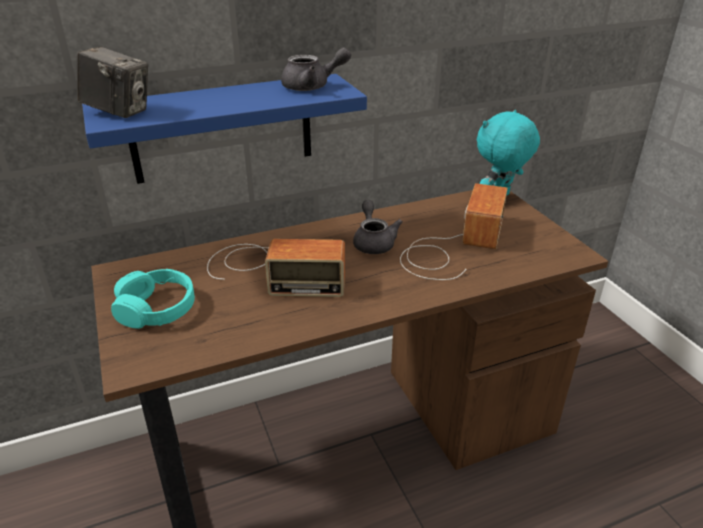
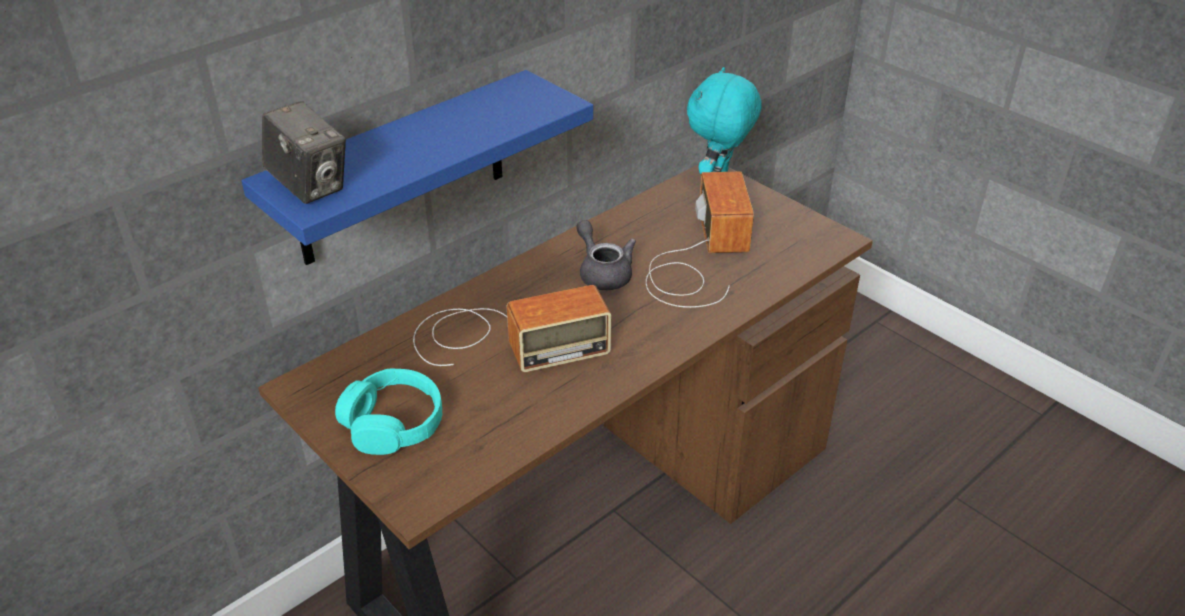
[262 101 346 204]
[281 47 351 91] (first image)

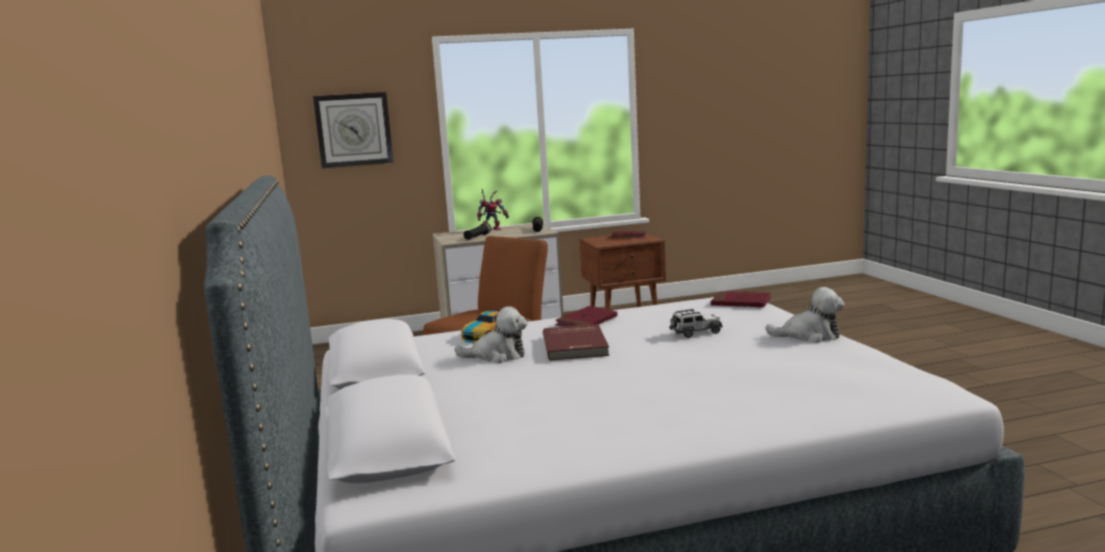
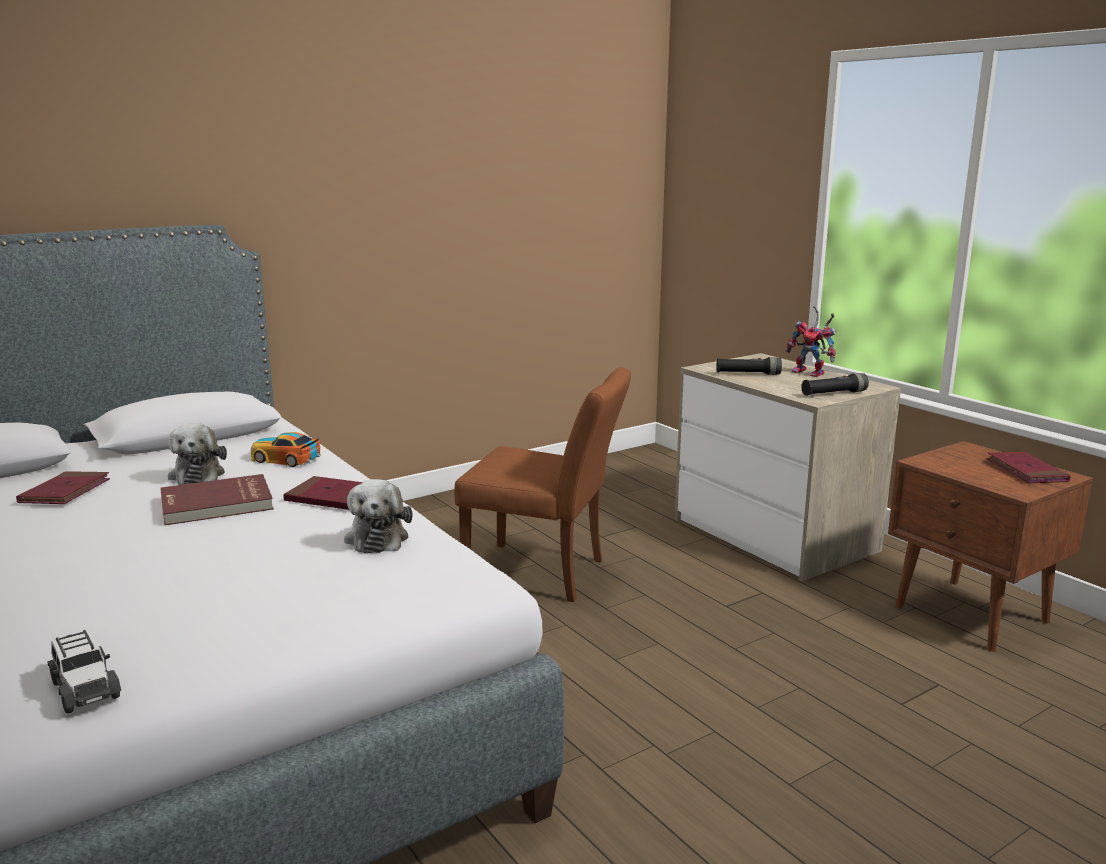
[313 92 393 168] (first image)
[48 630 121 714]
[16 471 110 504]
[344 479 413 554]

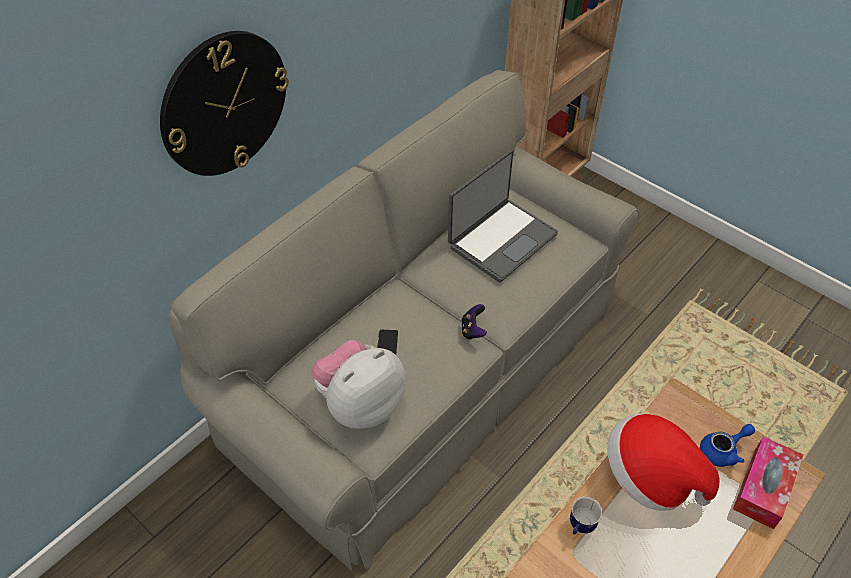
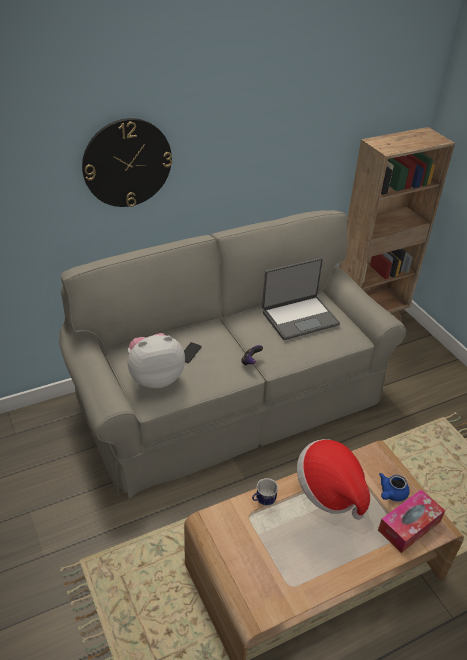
[379 473 410 501]

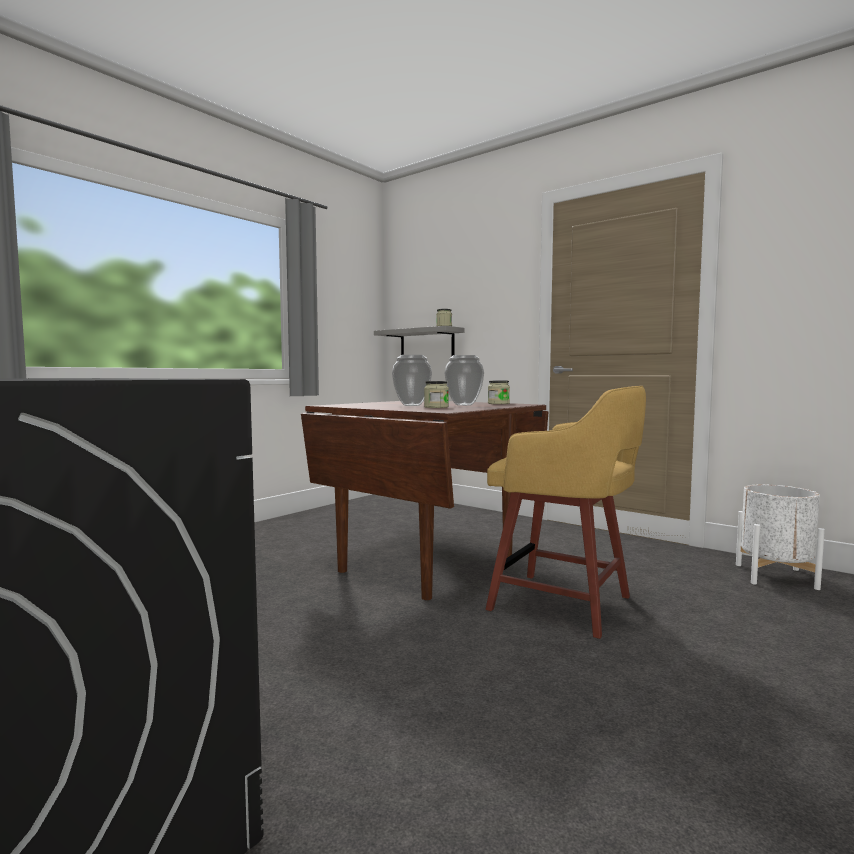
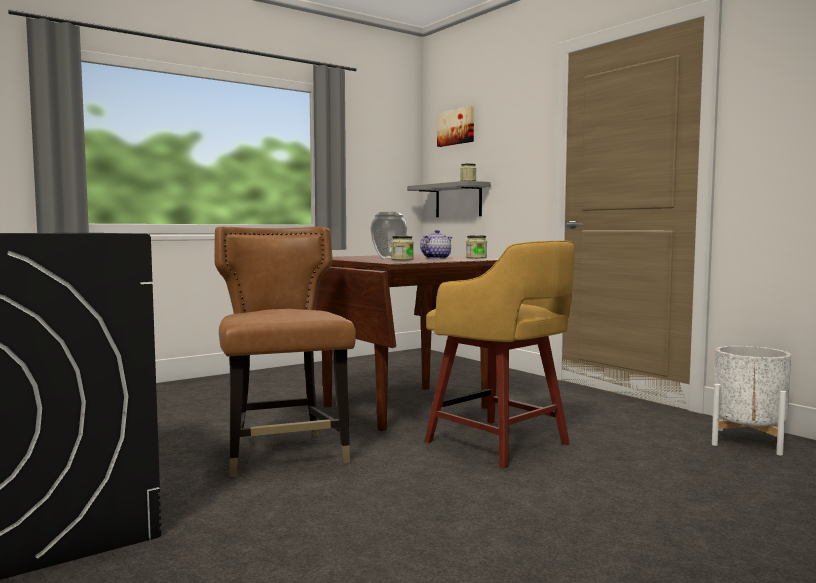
[420 230 453 259]
[214 226 356 477]
[437 106 474 147]

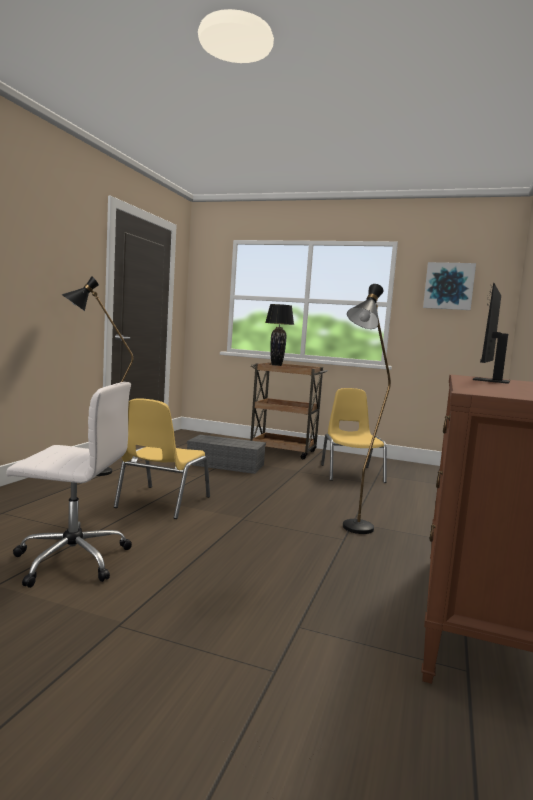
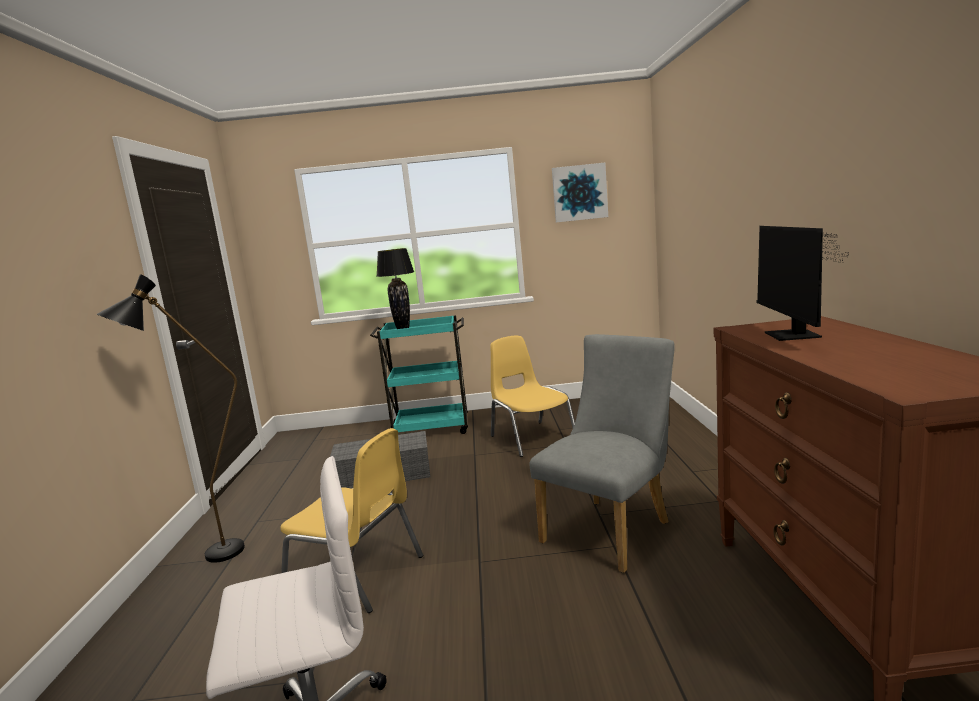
[280 428 423 613]
[370 315 468 434]
[530 334 675 573]

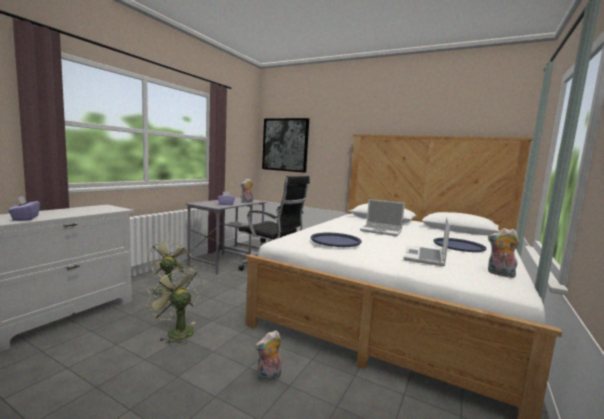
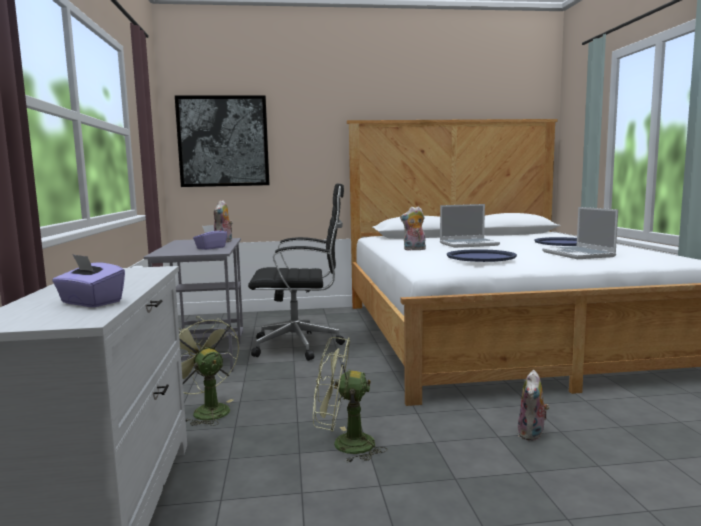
[400 206 426 250]

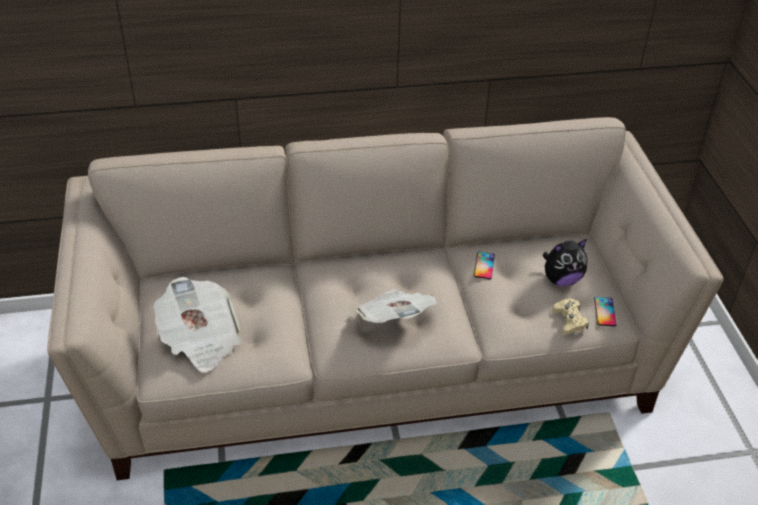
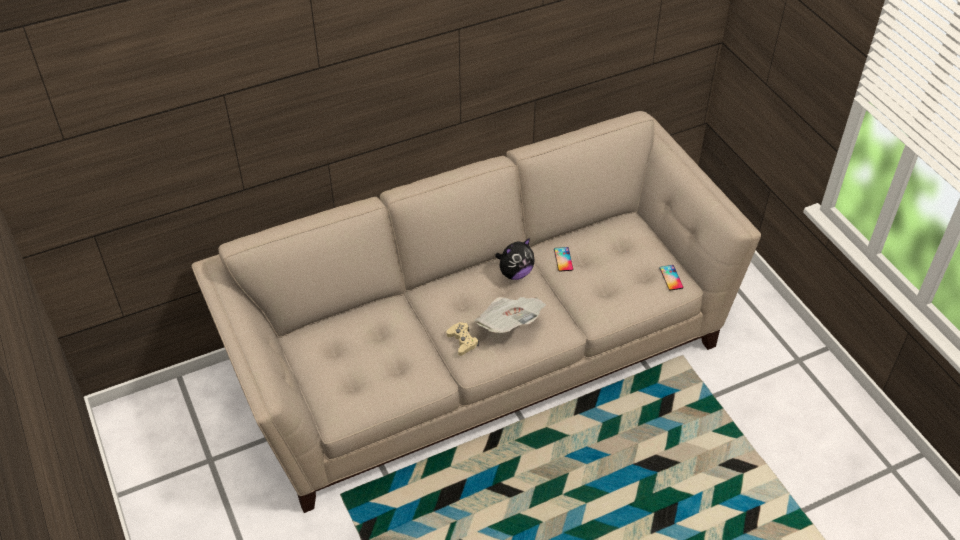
[154 277 242 372] (first image)
[495 238 535 280]
[447 322 479 356]

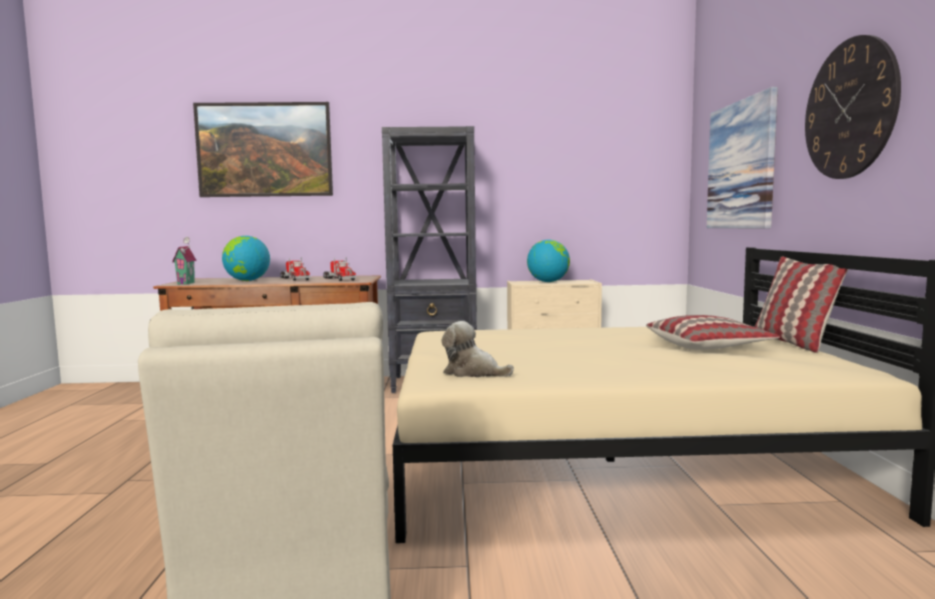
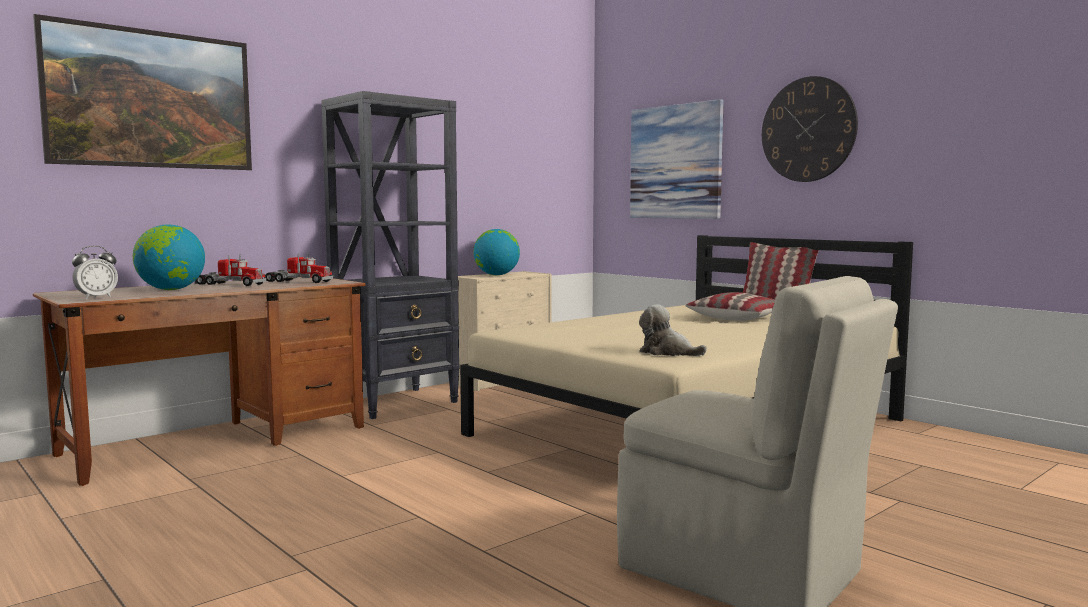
[72 246 118 299]
[639 304 707 356]

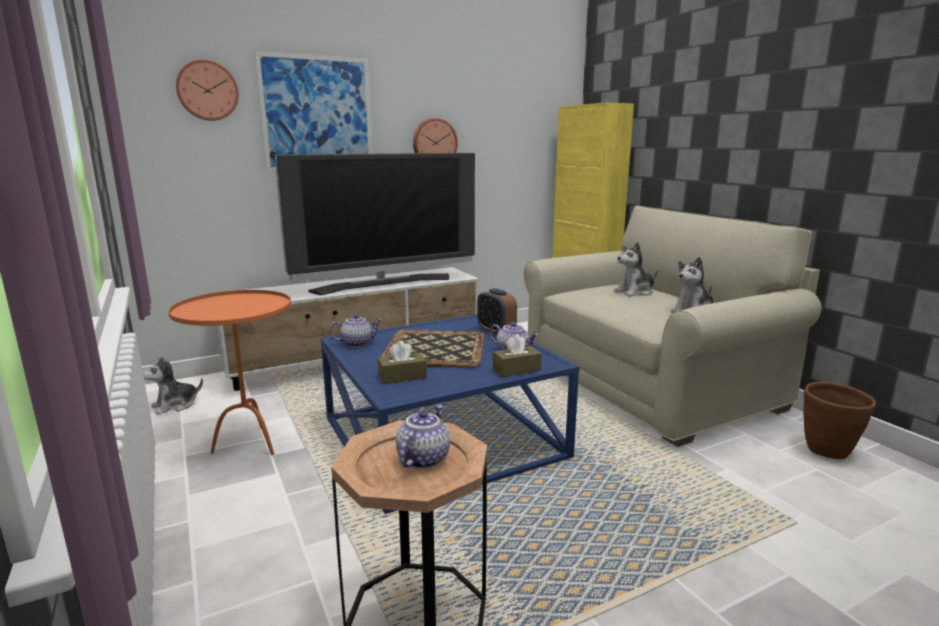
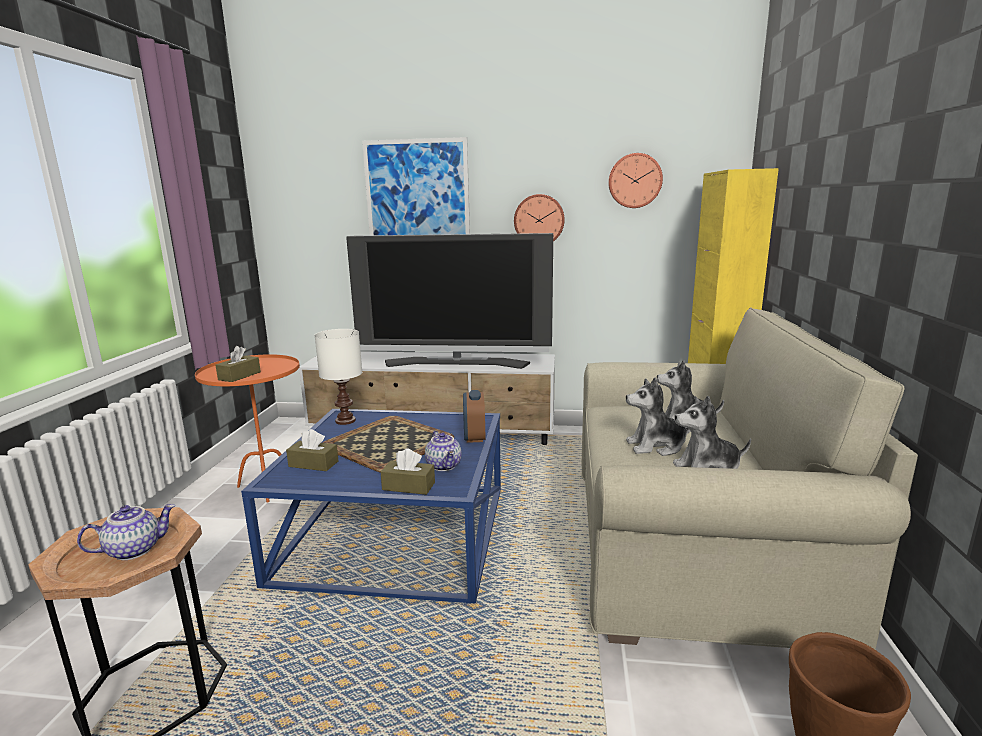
[626 377 690 456]
[608 153 663 208]
[314 329 362 425]
[216 346 261 382]

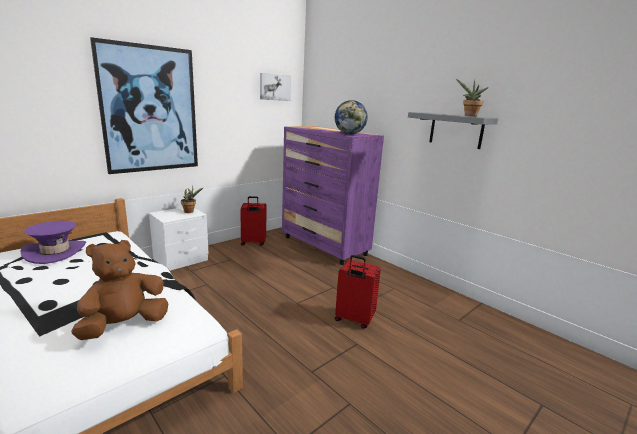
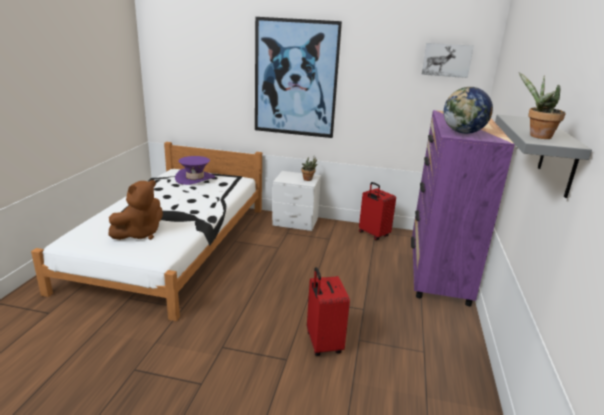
[108 180 163 240]

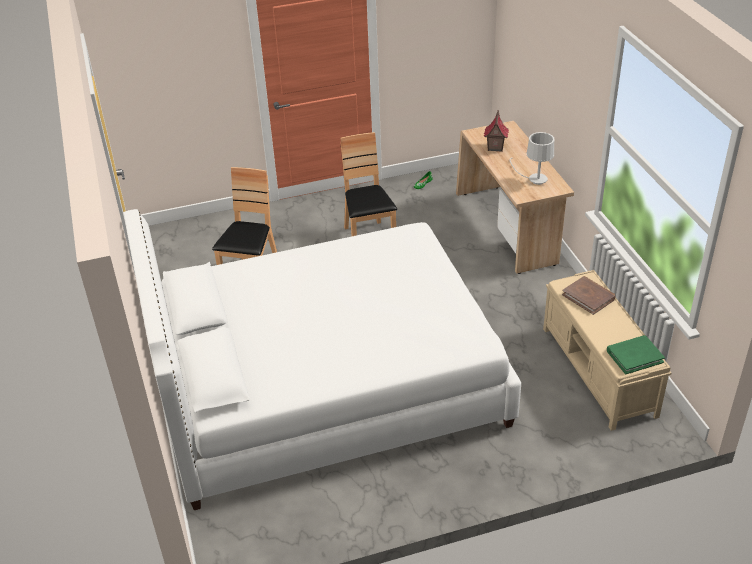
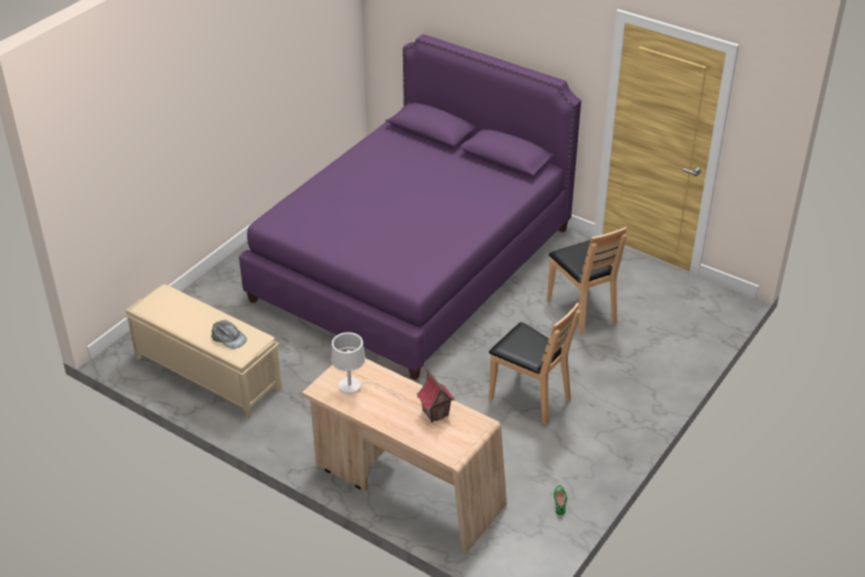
[239 34 581 380]
[212 320 247 349]
[607 335 665 374] (first image)

